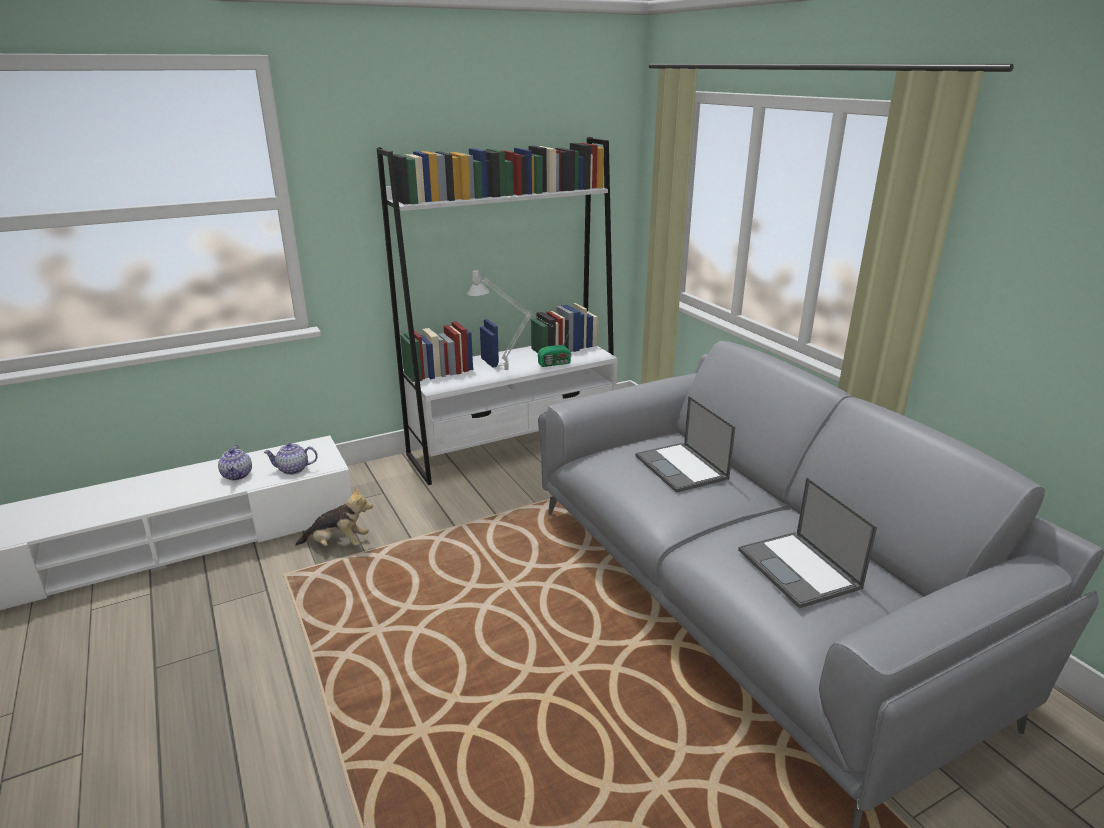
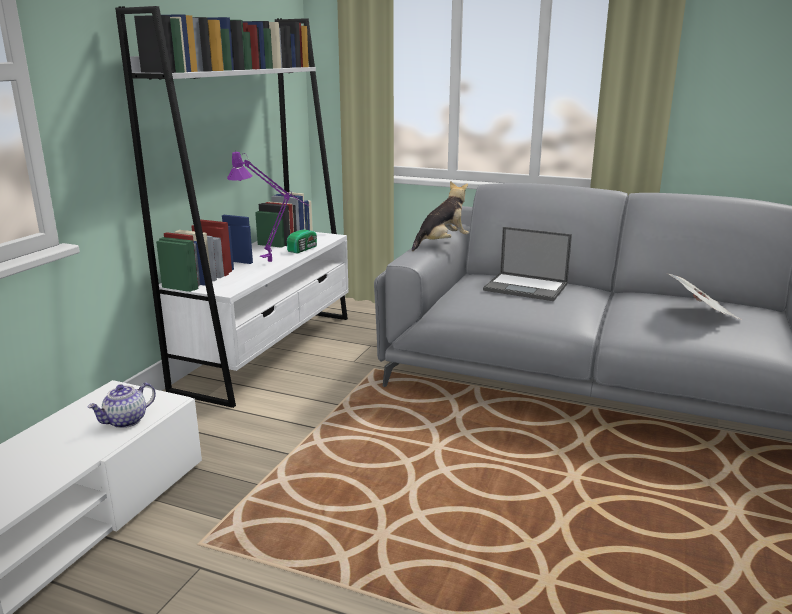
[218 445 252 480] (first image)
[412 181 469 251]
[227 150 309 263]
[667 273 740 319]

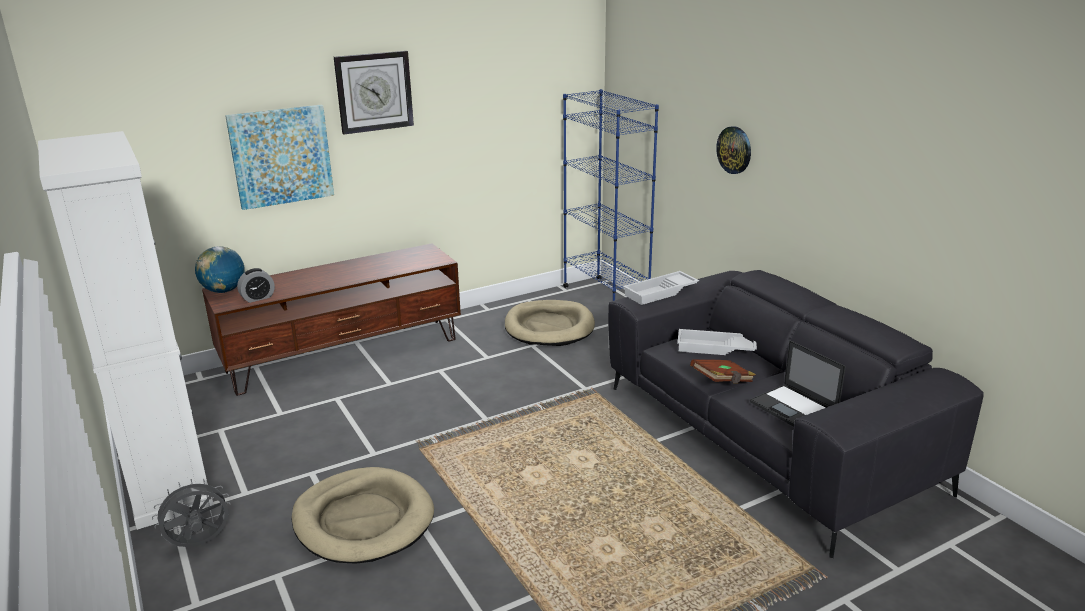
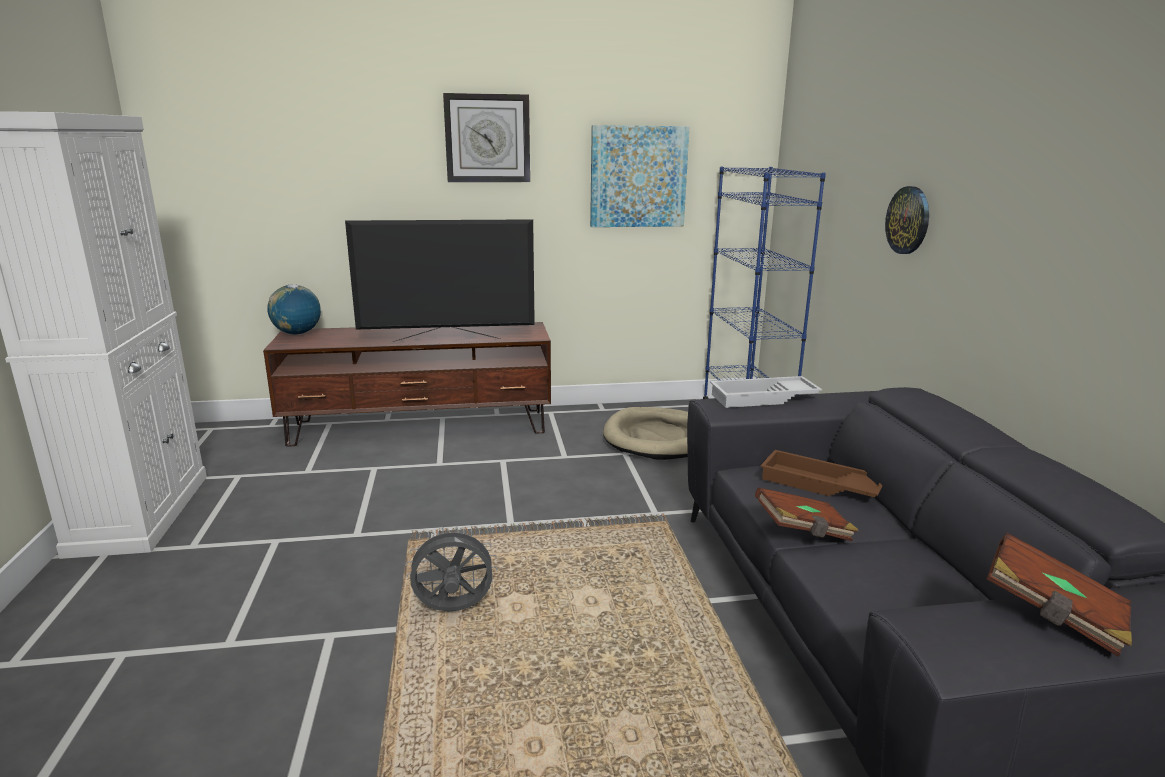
[406 526 497 612]
[590 125 689 227]
[237 268 275 303] (first image)
[291 467 434 564] (first image)
[760 450 883 497]
[750 340 846 427] (first image)
[345 219 535 342]
[987 533 1132 657]

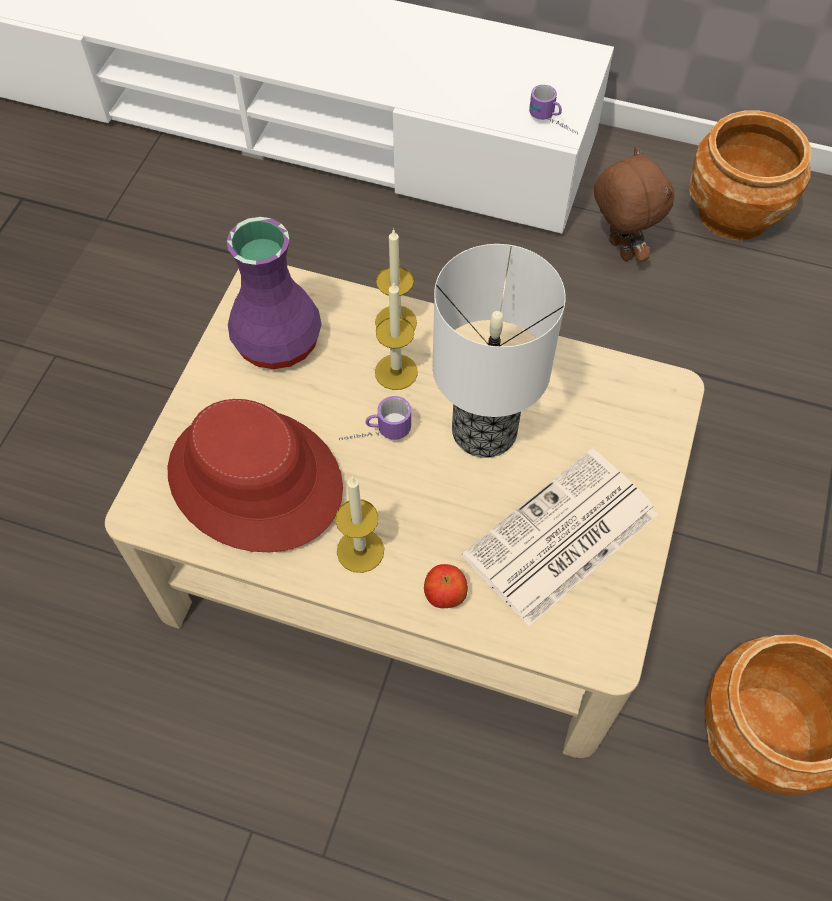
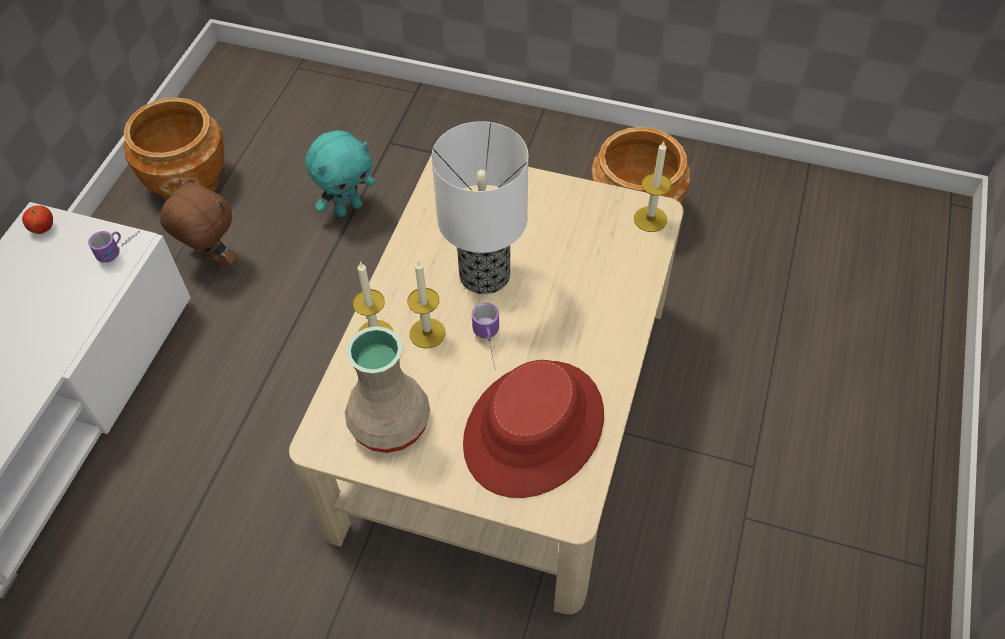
[345 326 430 453]
[634 142 671 232]
[22 205 53 234]
[462 449 658 626] (first image)
[160 178 237 268]
[305 130 375 217]

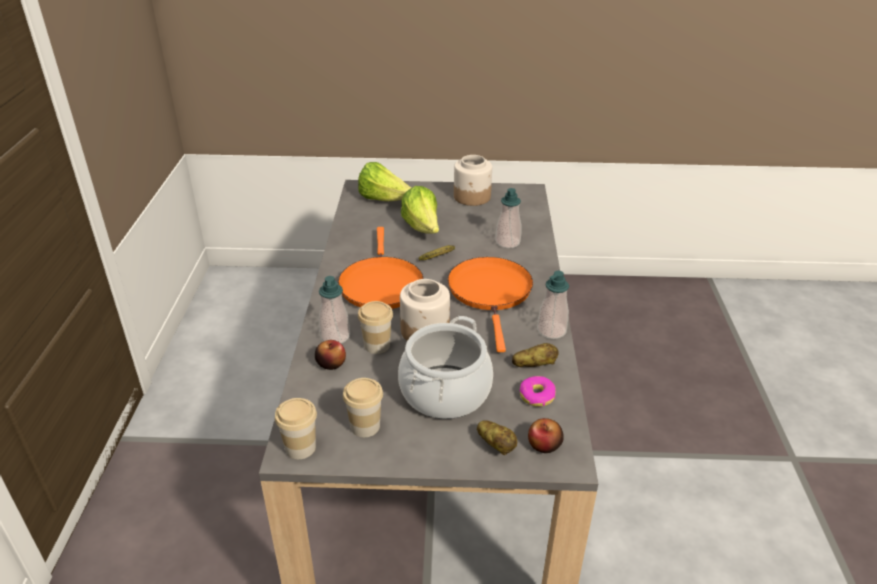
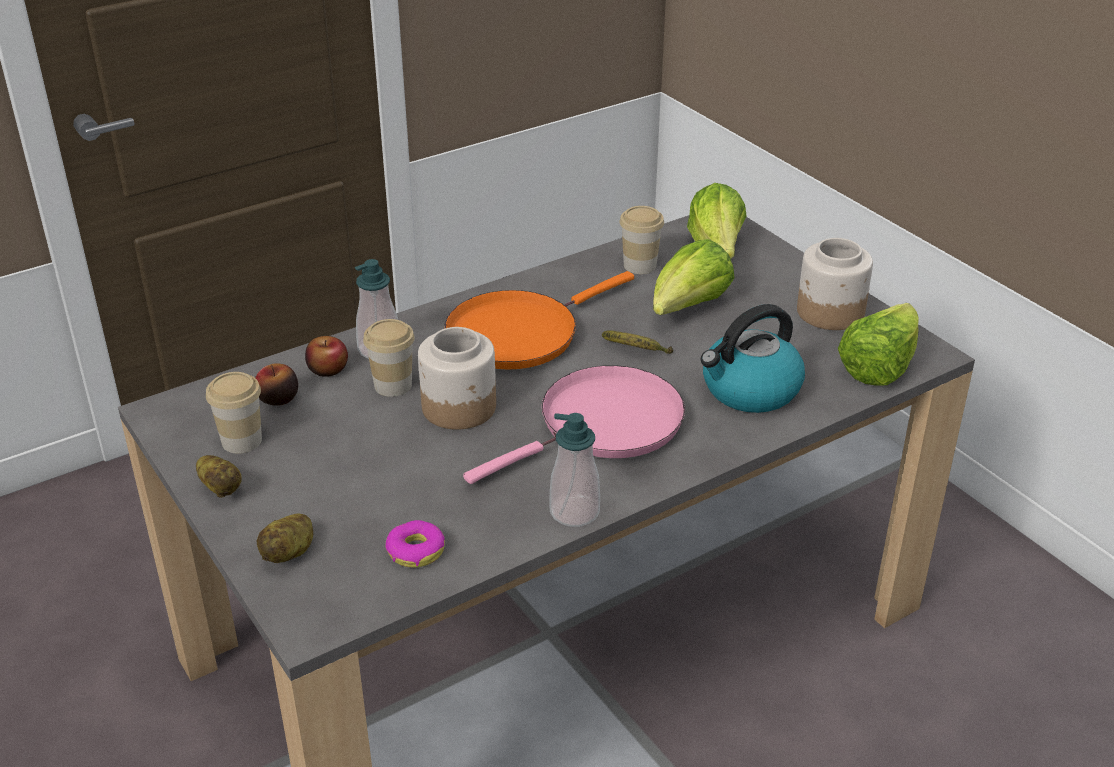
[619 206 664 274]
[398 316 493 419] (first image)
[463 365 685 484]
[701 304 805 413]
[196 455 242 498]
[255 363 298 406]
[838 303 919 386]

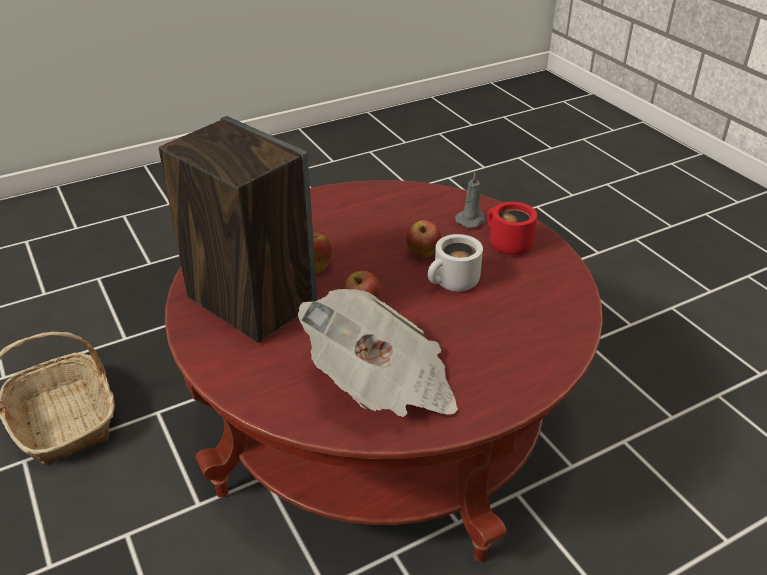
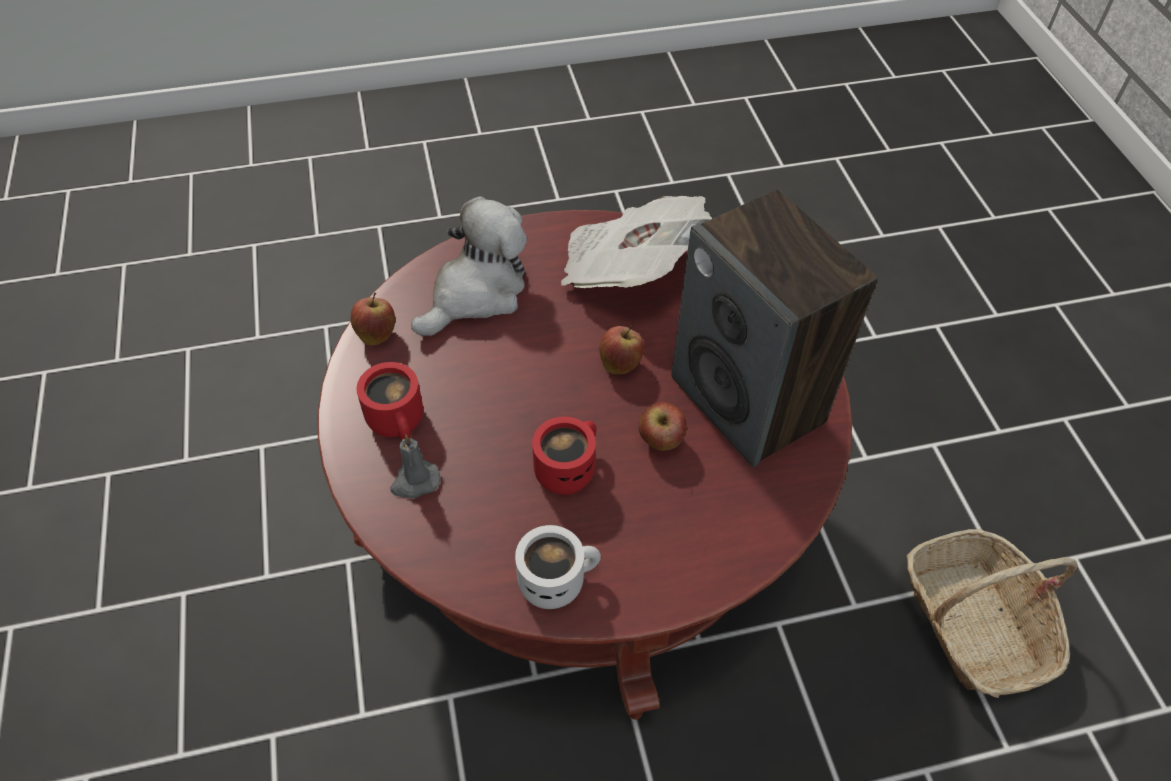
[351 293 395 345]
[515 525 601 609]
[411 197 527 336]
[532 417 597 495]

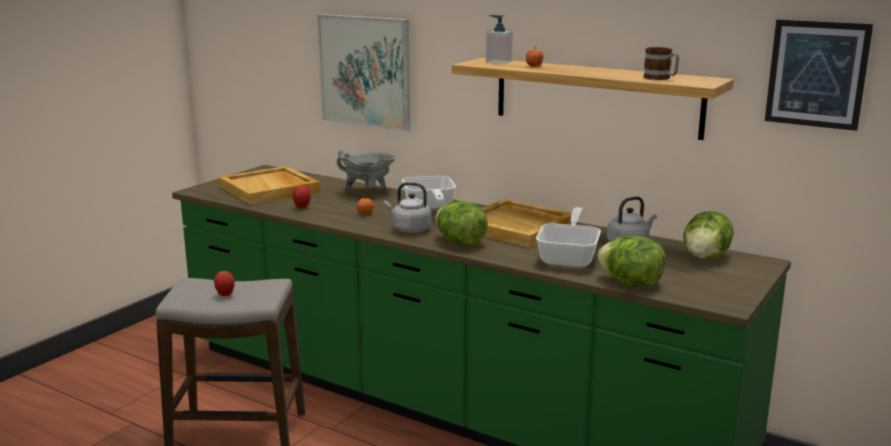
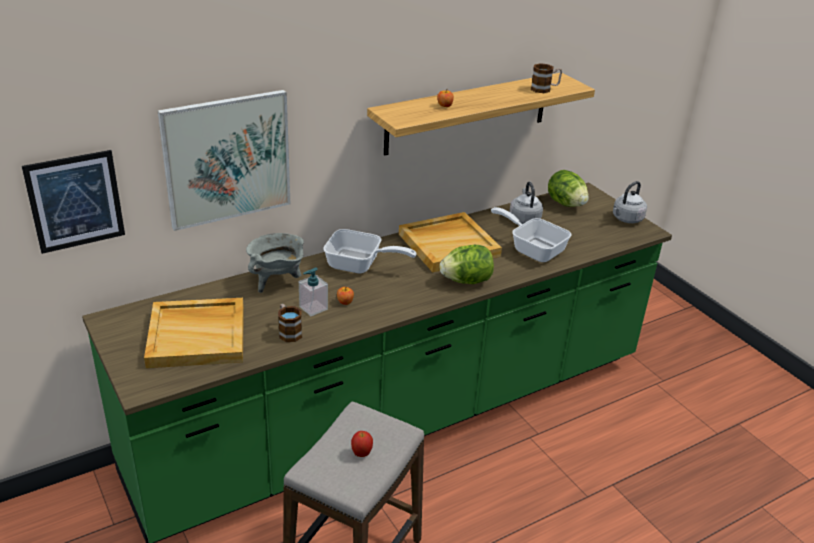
[278 304 302 342]
[613 181 647 223]
[299 268 328 316]
[598 236 665 287] (first image)
[22 150 125 254]

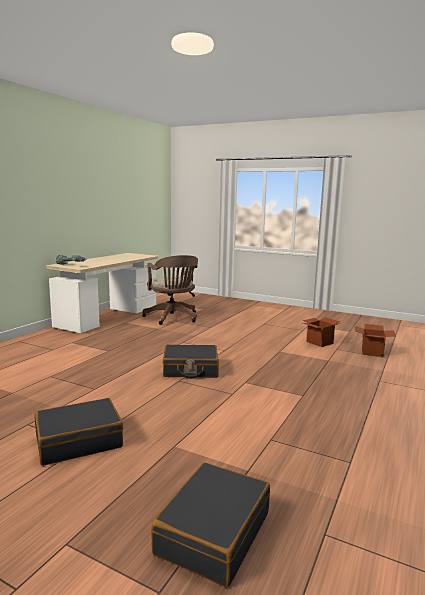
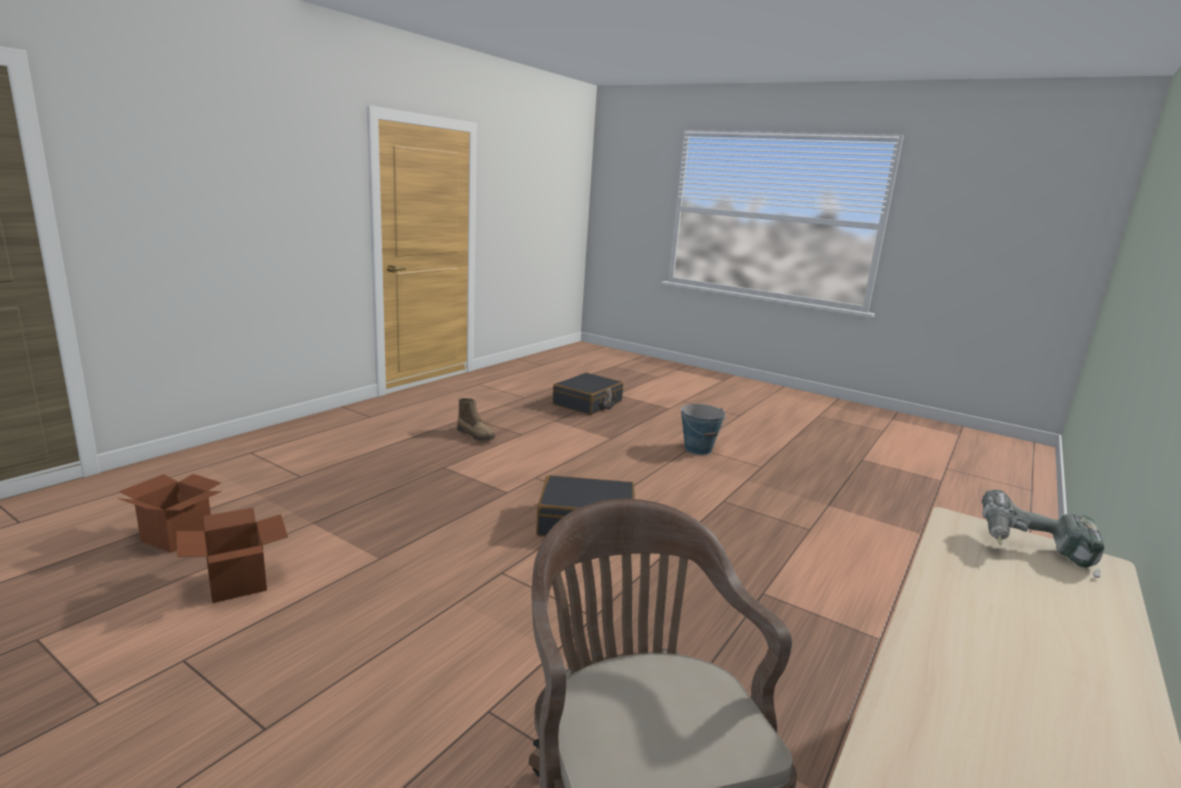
[681 404 726 455]
[457 398 495 441]

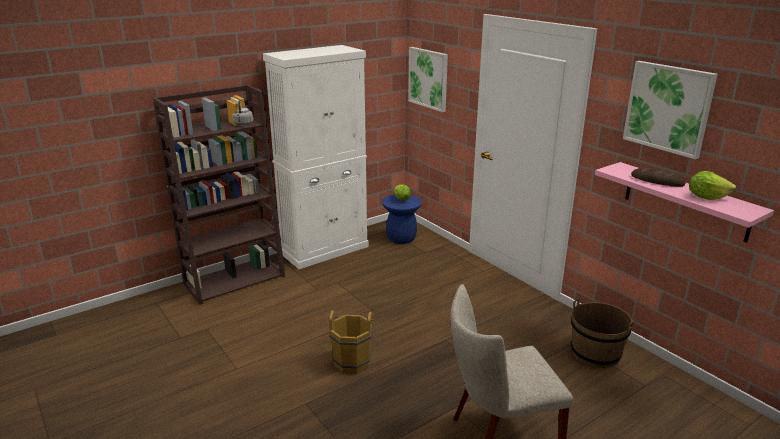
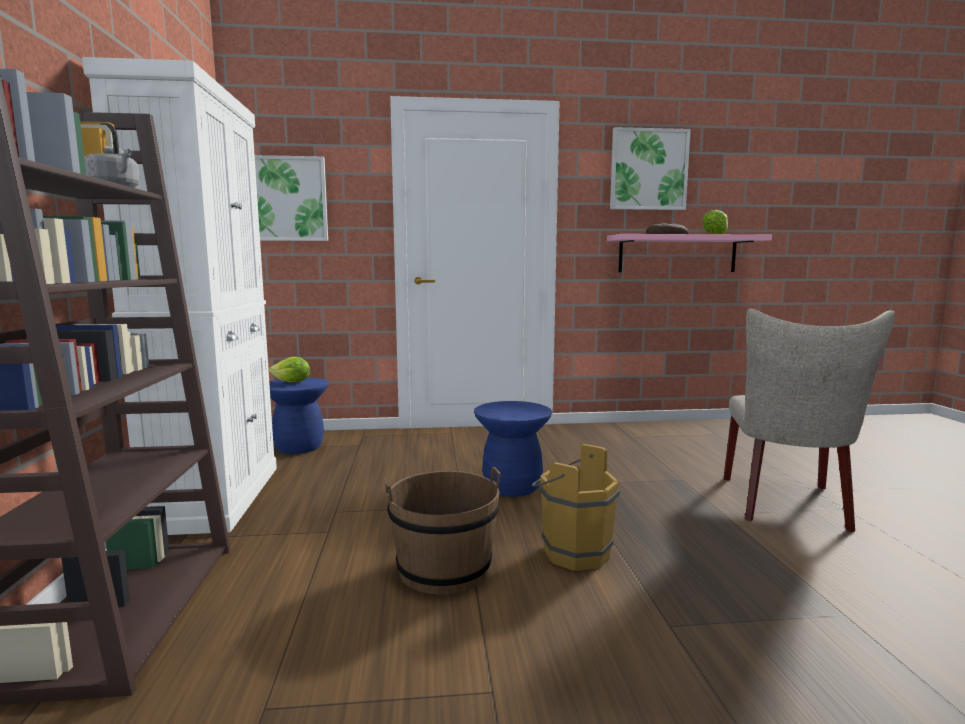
[385 466 501 595]
[474 401 552 497]

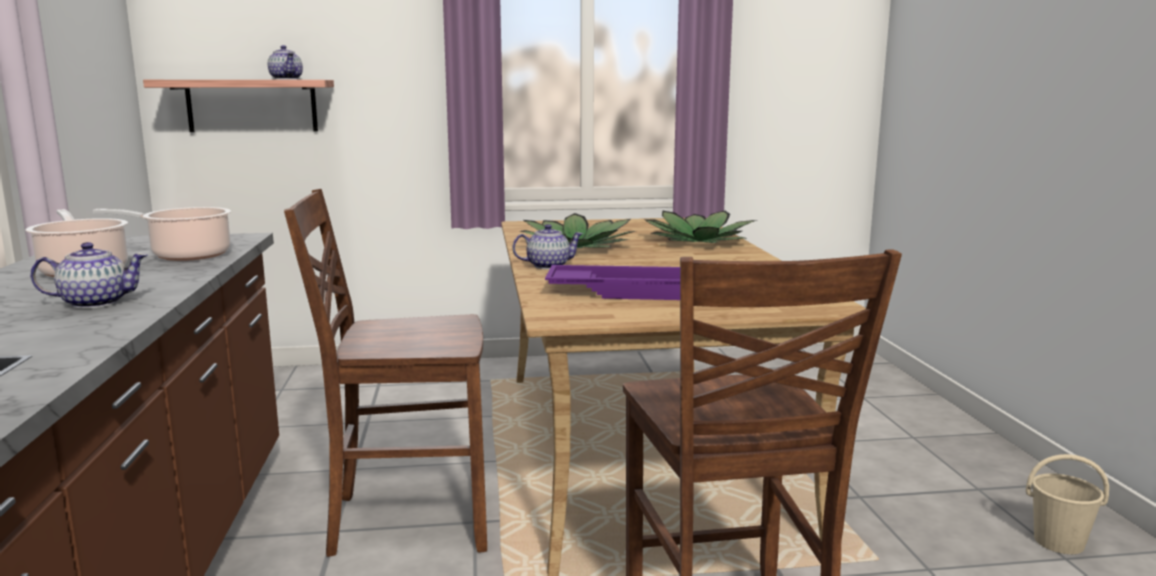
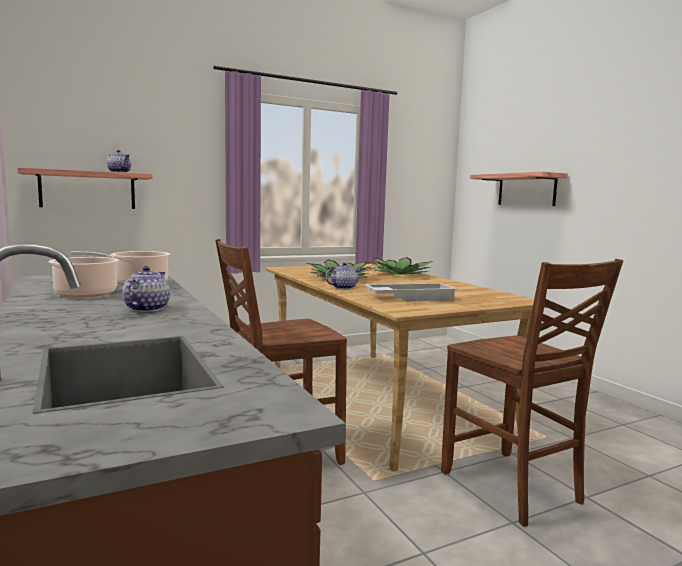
[123 266 170 312]
[365 283 457 301]
[1026 454 1109 554] (first image)
[470 172 568 206]

